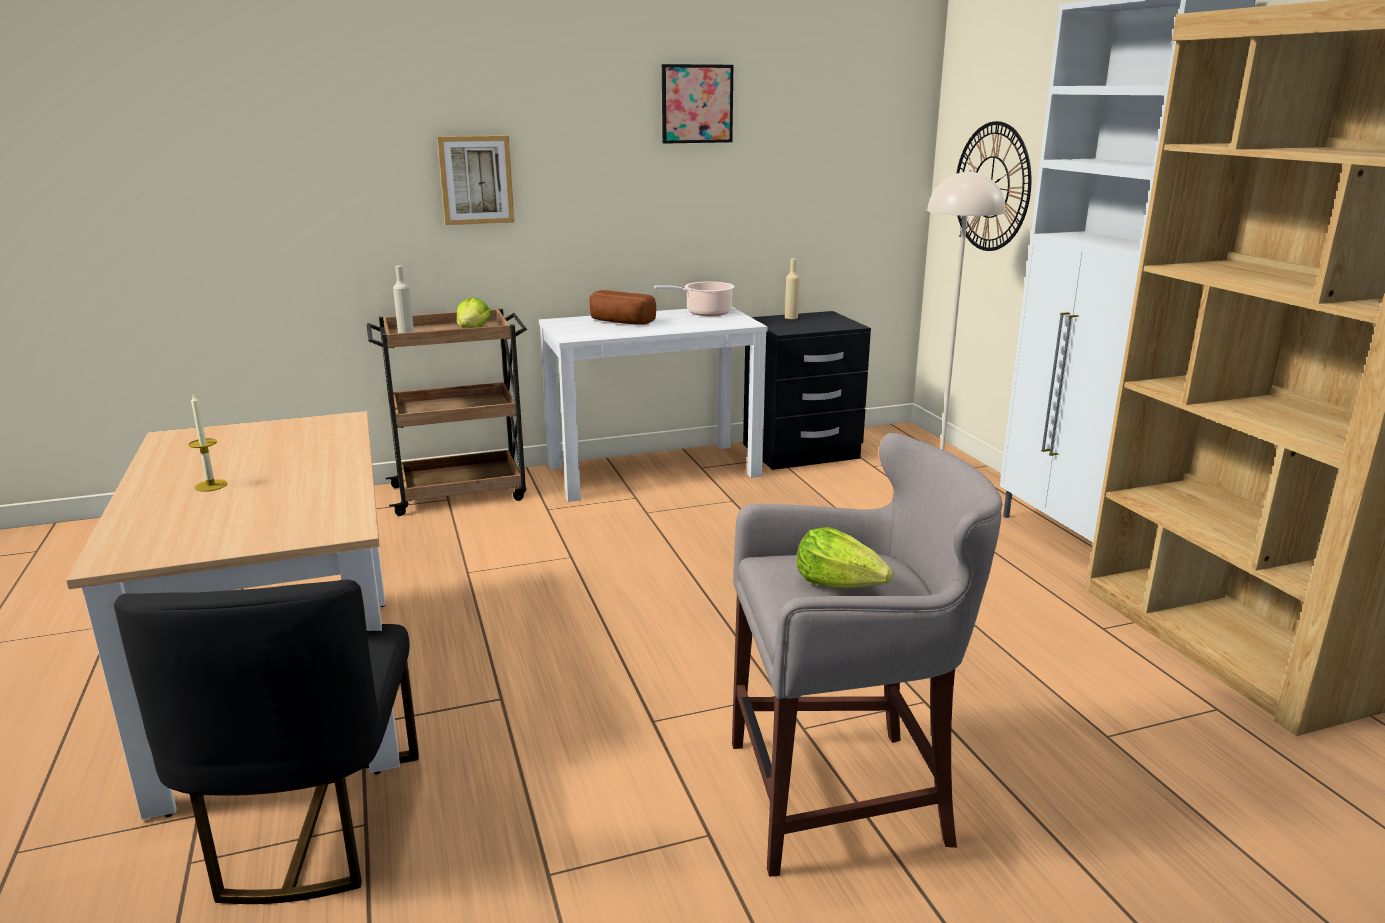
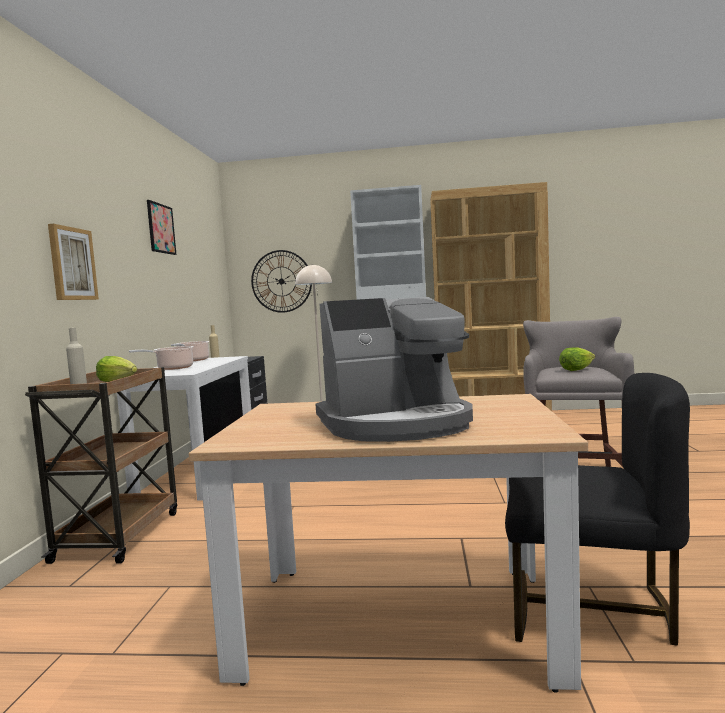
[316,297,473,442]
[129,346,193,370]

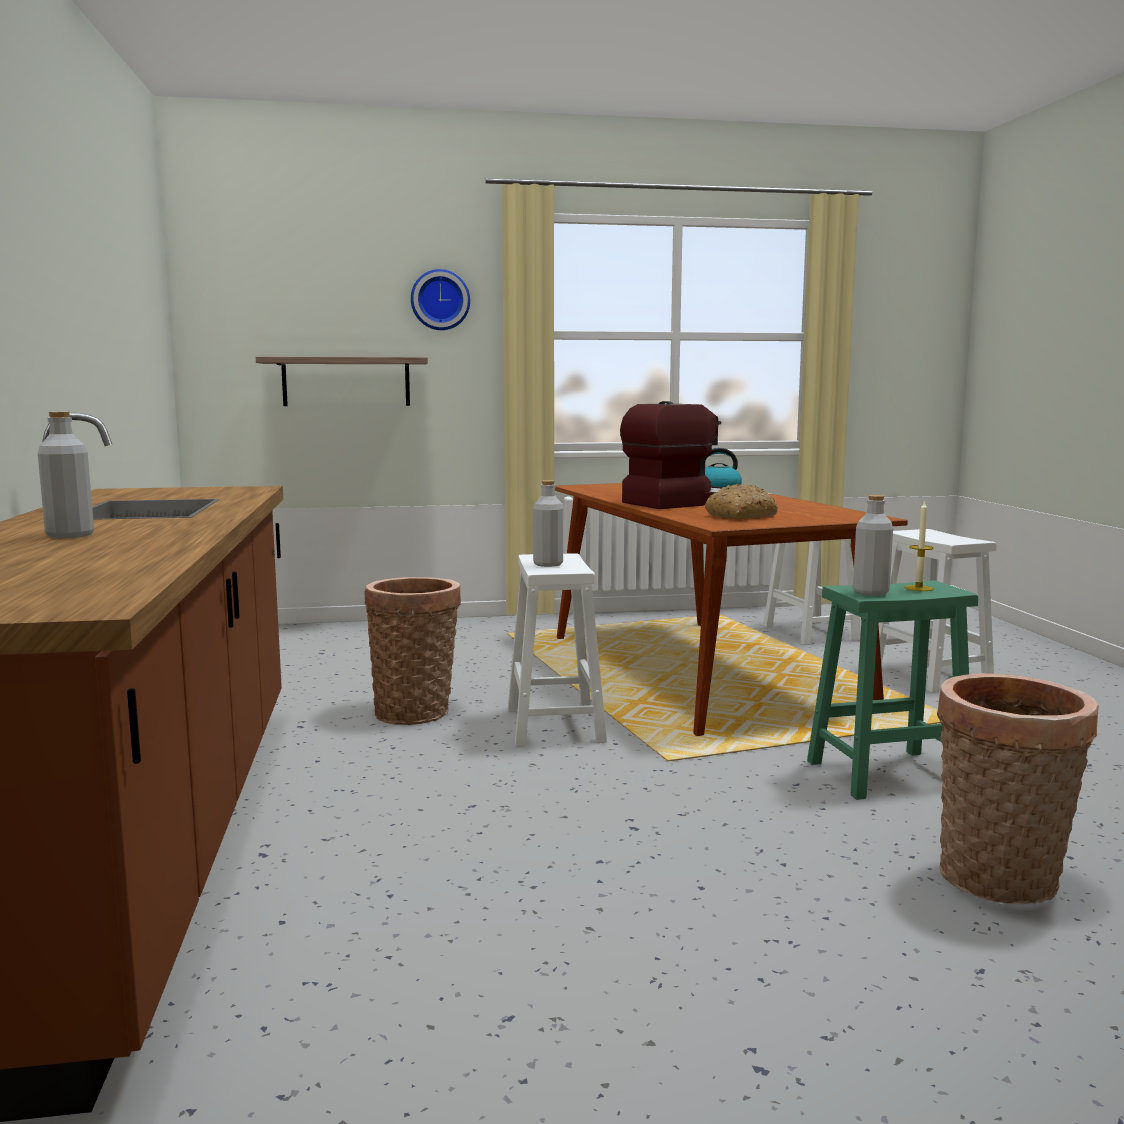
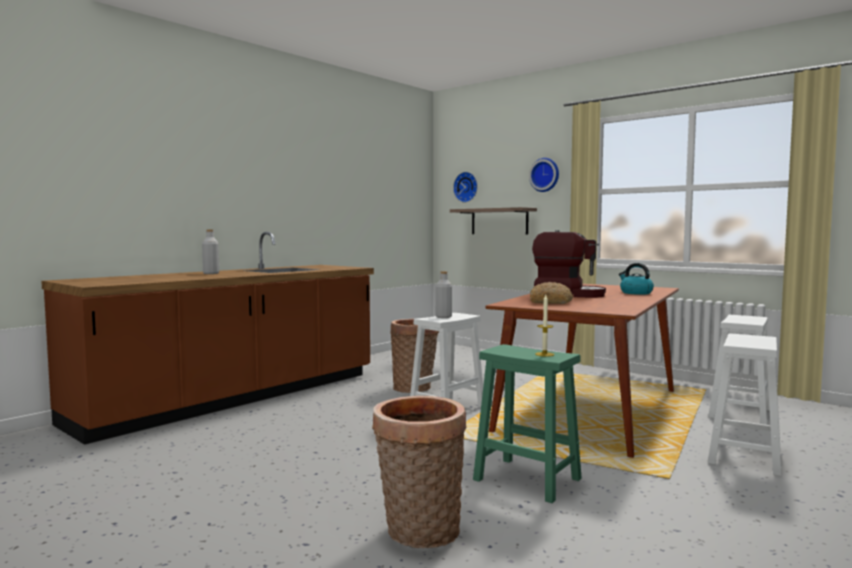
[853,495,893,596] (first image)
[453,172,478,202]

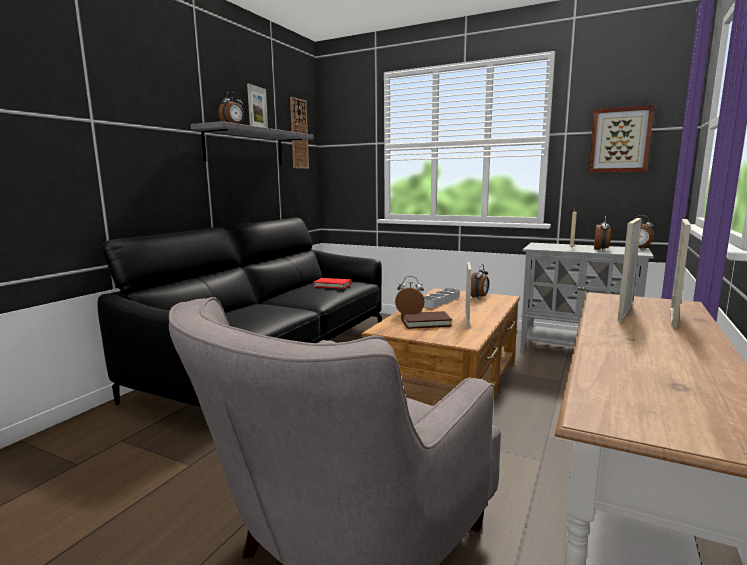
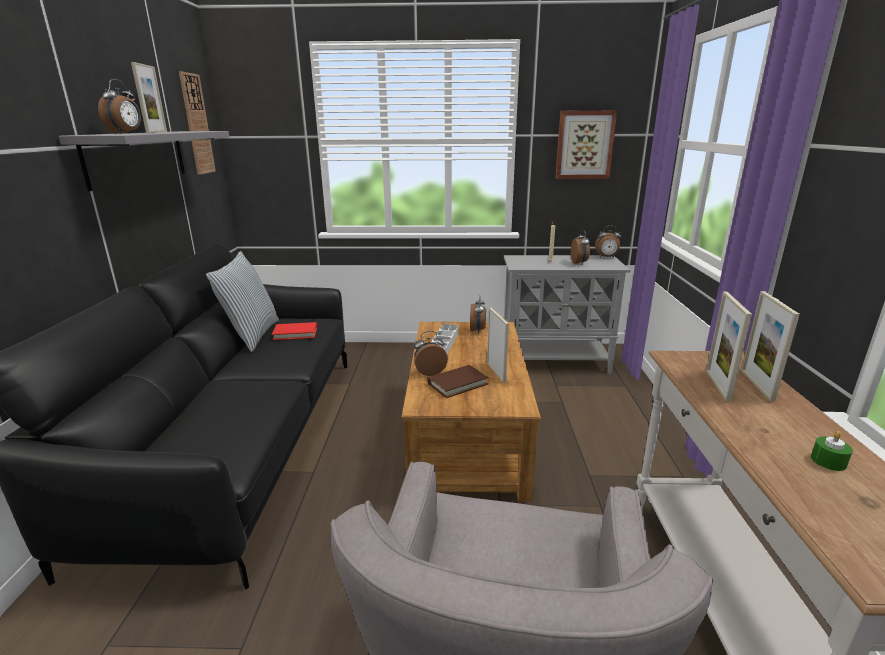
[206,251,279,352]
[811,431,853,471]

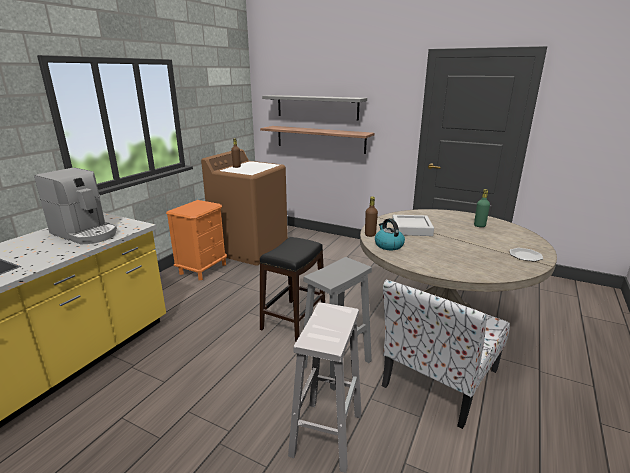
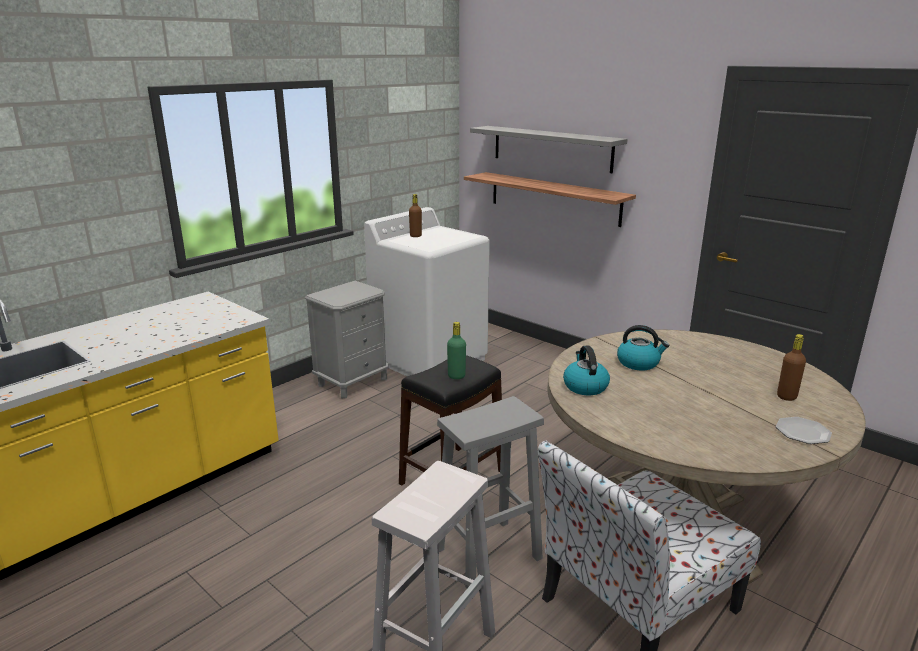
[34,168,117,244] (first image)
[305,281,389,398]
[364,207,490,376]
[777,334,806,401]
[617,325,669,370]
[447,322,466,379]

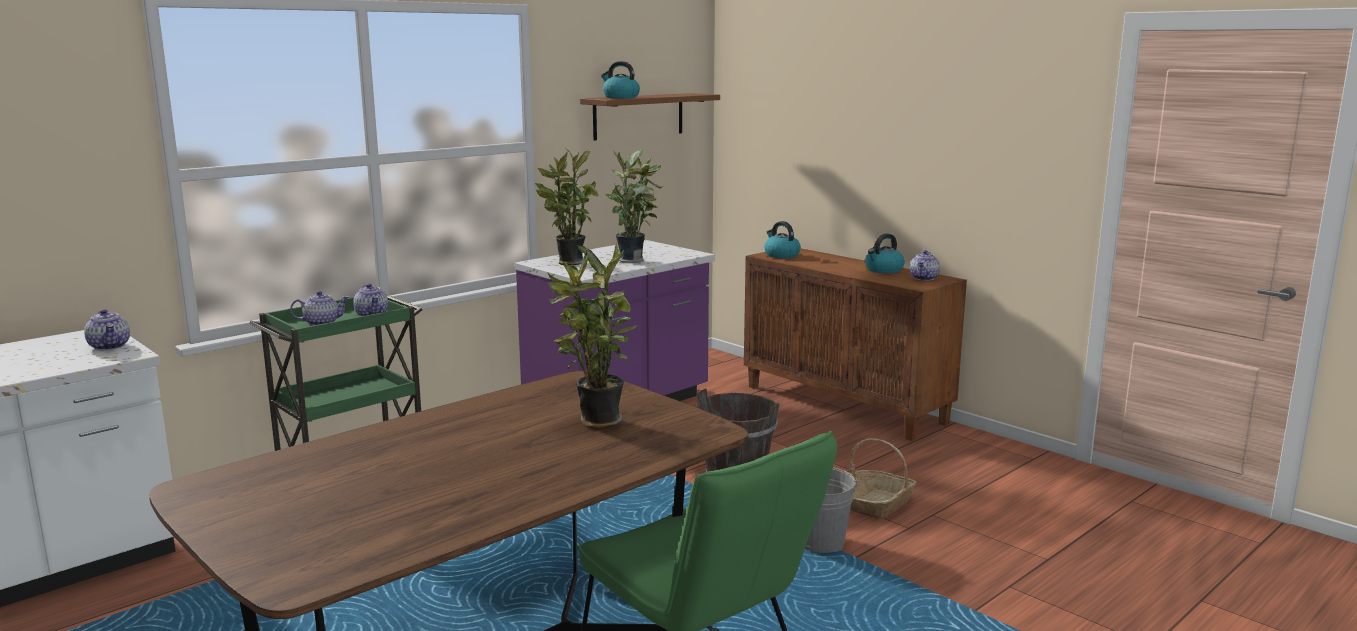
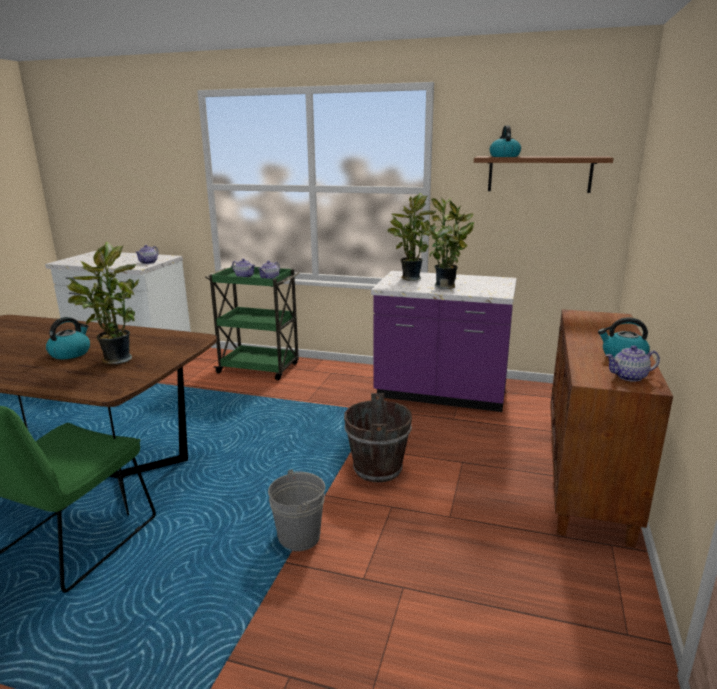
[46,317,90,359]
[849,438,916,520] (first image)

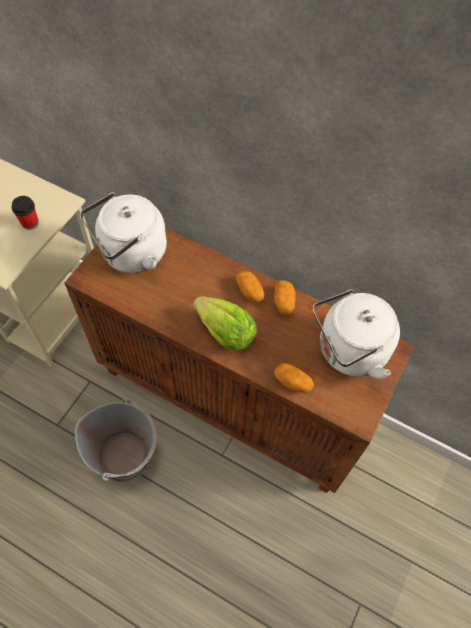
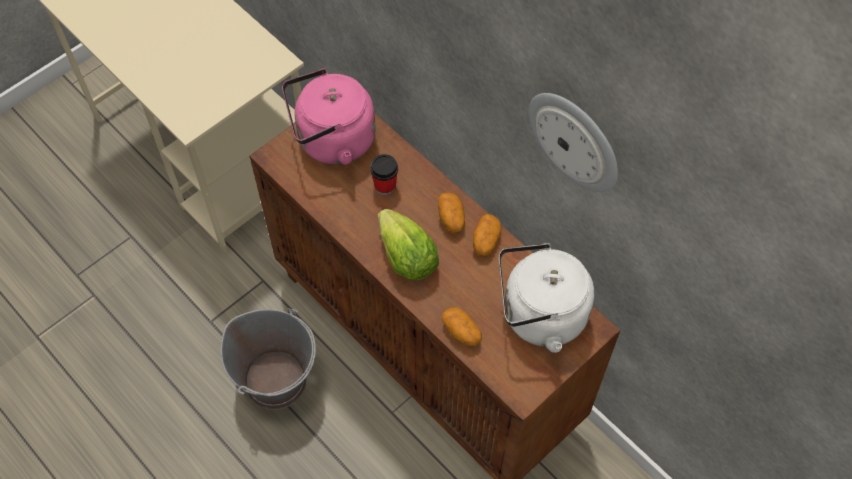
[370,154,398,195]
[282,68,376,165]
[528,93,618,192]

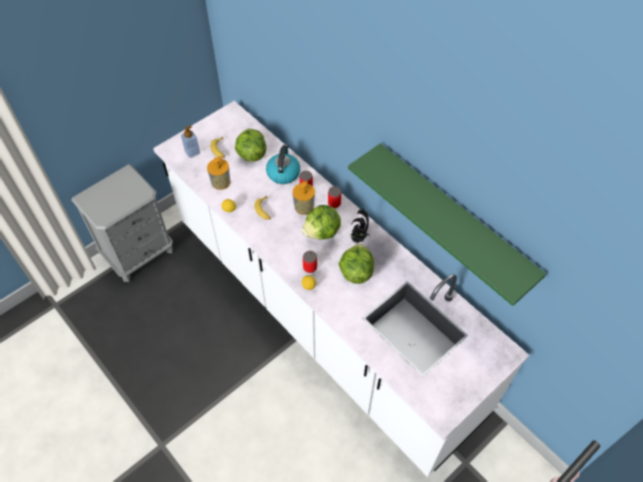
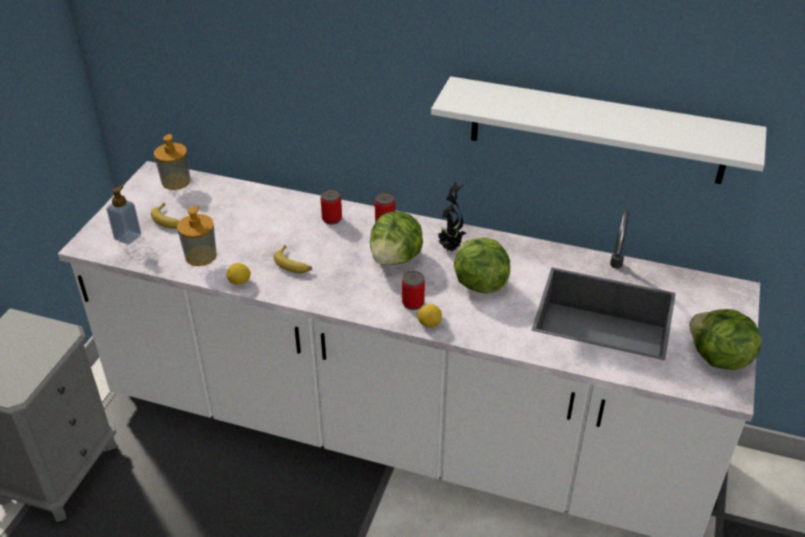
[689,309,762,370]
[266,144,300,184] (first image)
[154,134,190,190]
[431,76,767,184]

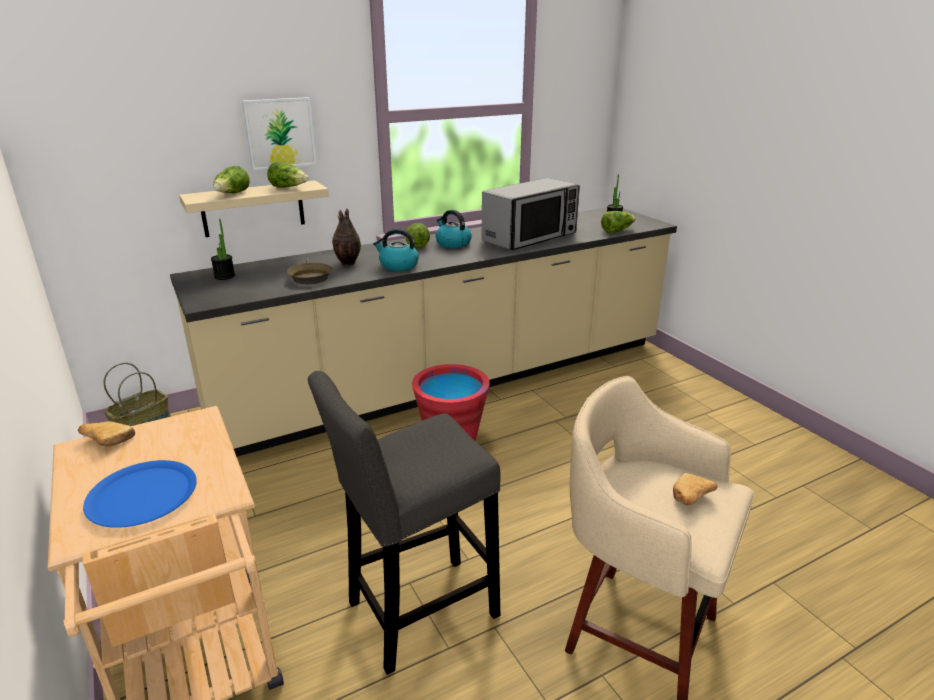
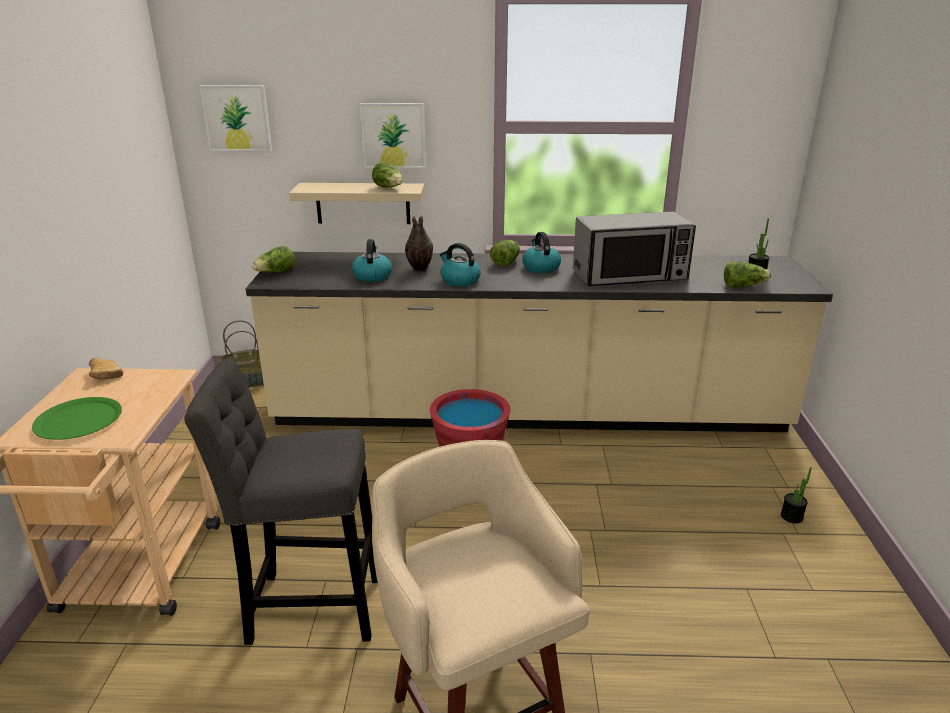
[32,397,122,440]
[781,467,812,523]
[252,246,295,272]
[352,239,392,282]
[673,473,718,505] (first image)
[199,85,272,151]

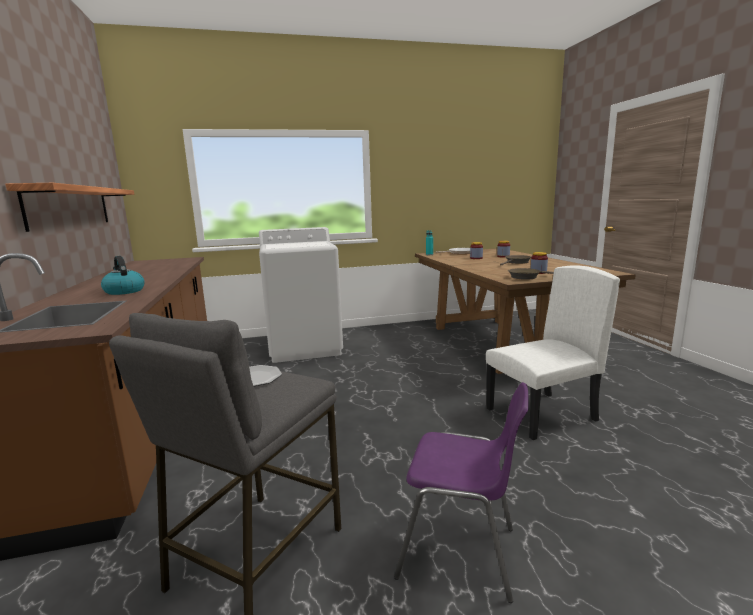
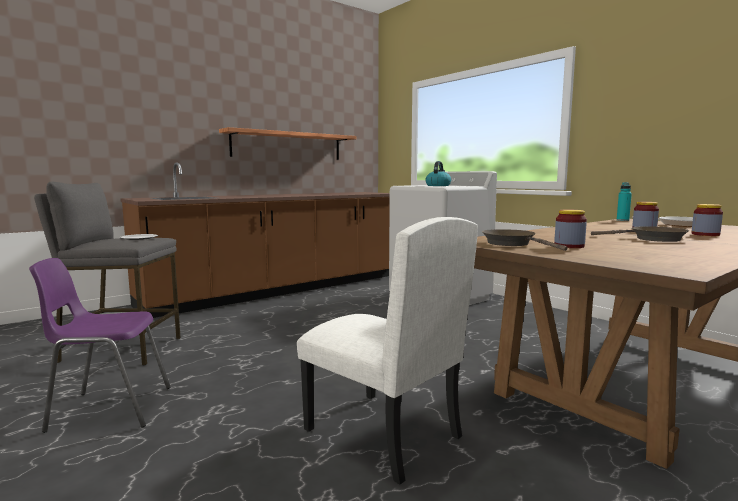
[425,161,451,186]
[29,258,171,433]

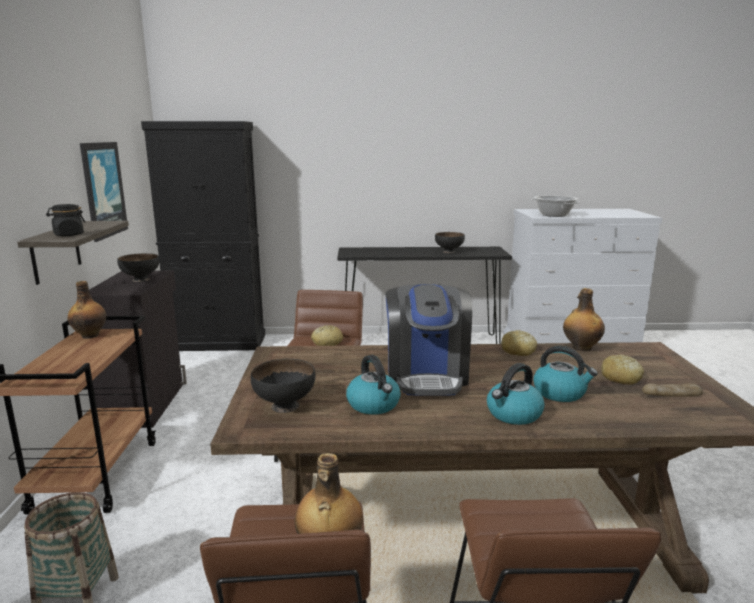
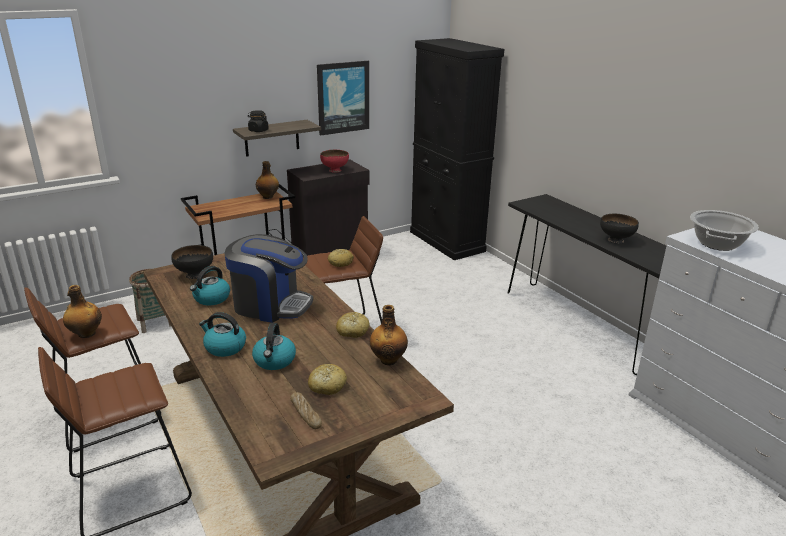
[320,150,349,173]
[225,234,313,323]

